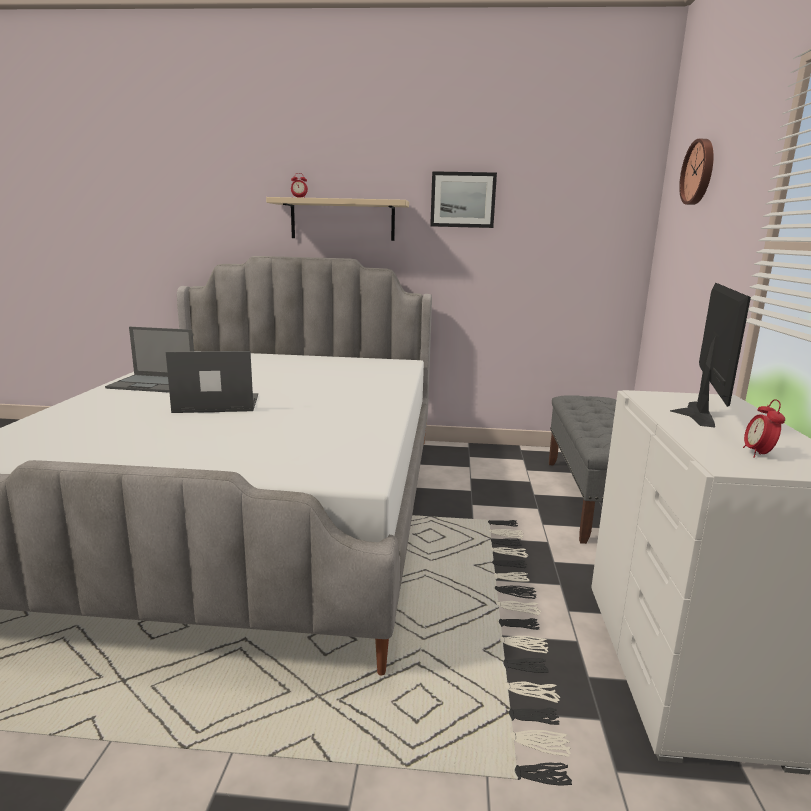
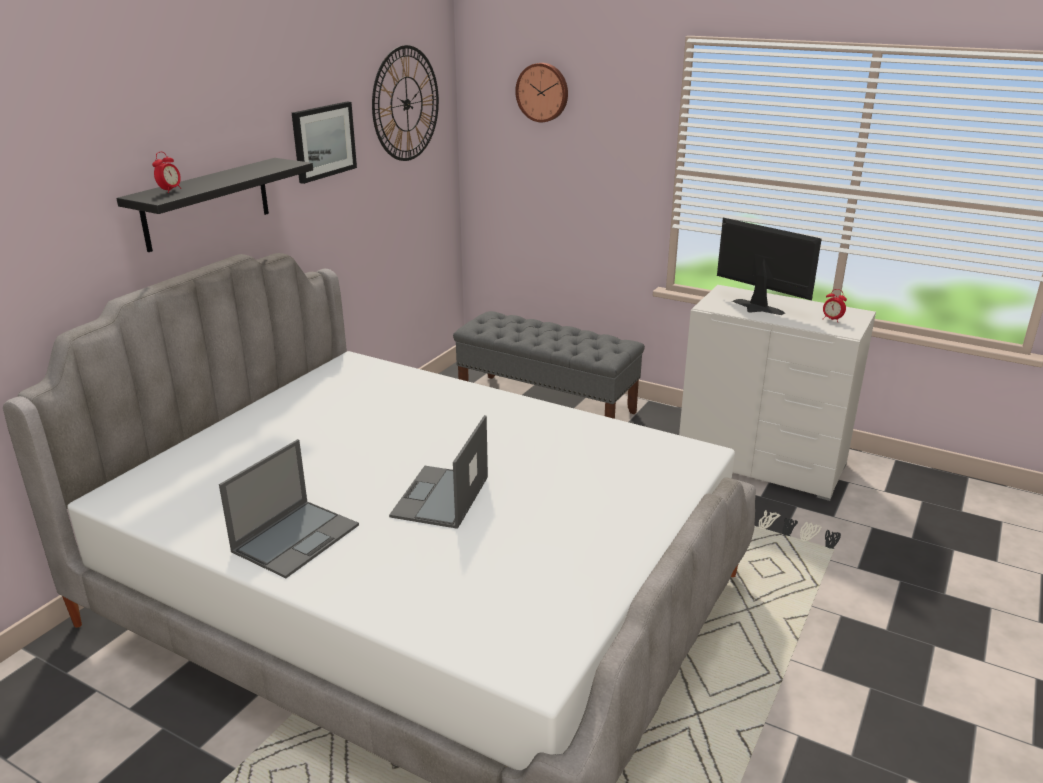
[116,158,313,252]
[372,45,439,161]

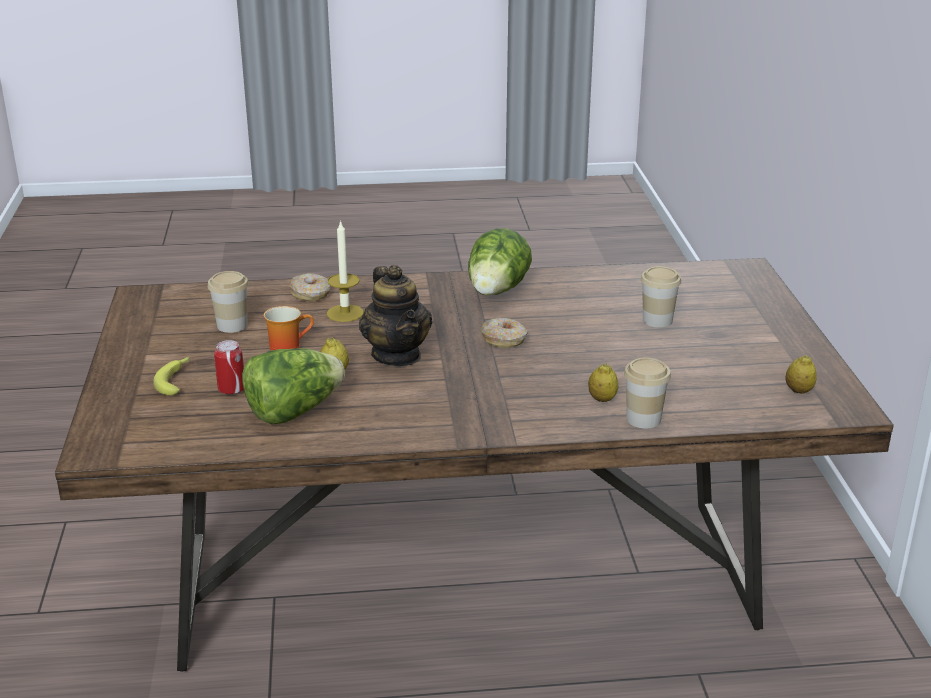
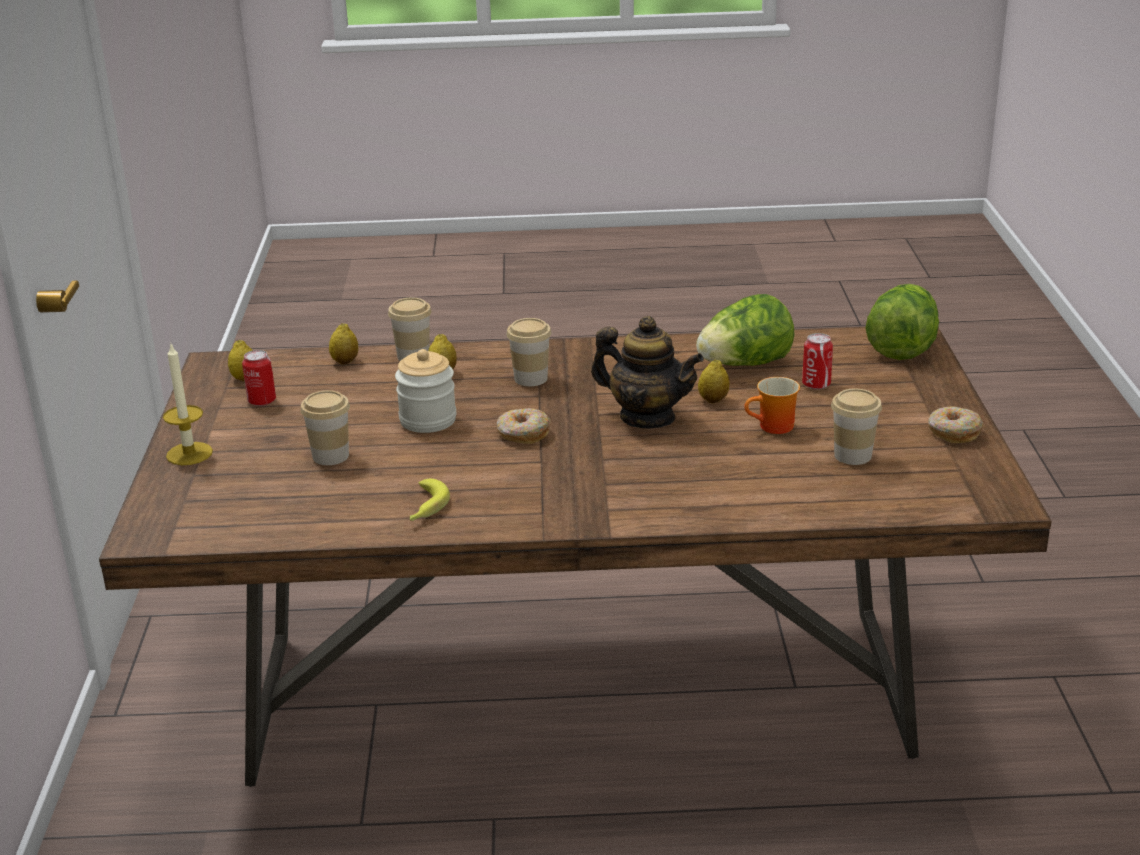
[410,479,450,521]
[928,406,983,443]
[163,342,213,465]
[591,316,704,428]
[865,284,939,360]
[242,350,276,406]
[329,323,358,365]
[395,349,456,433]
[507,318,551,386]

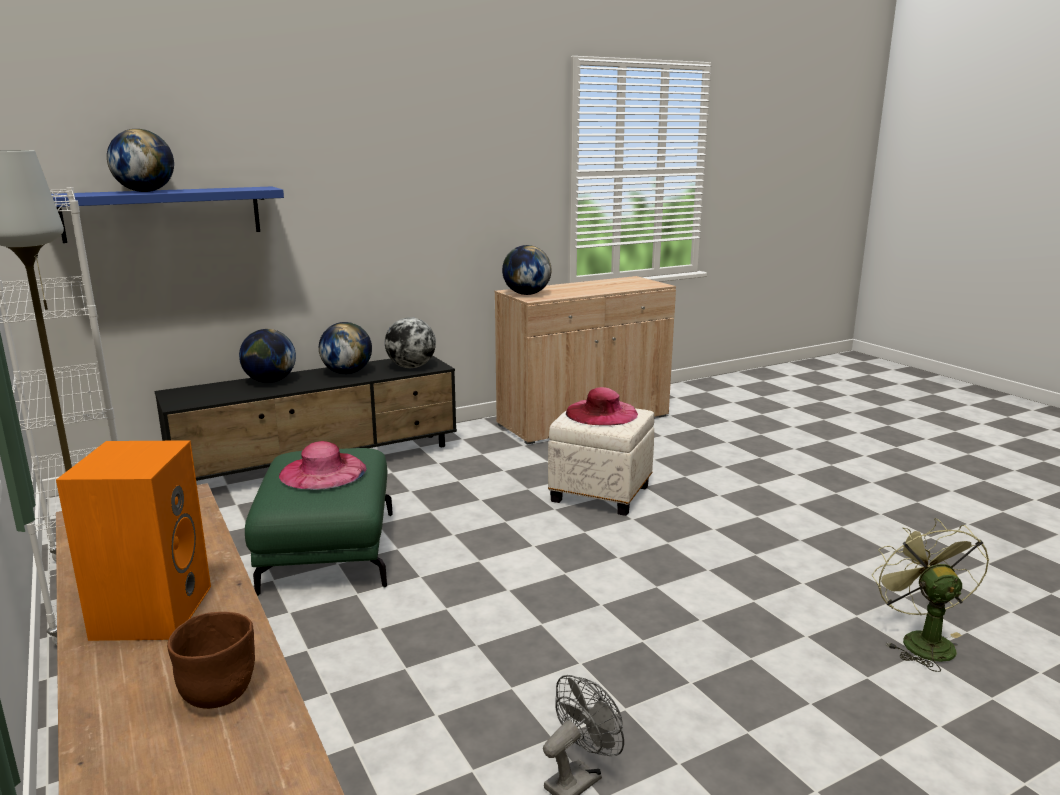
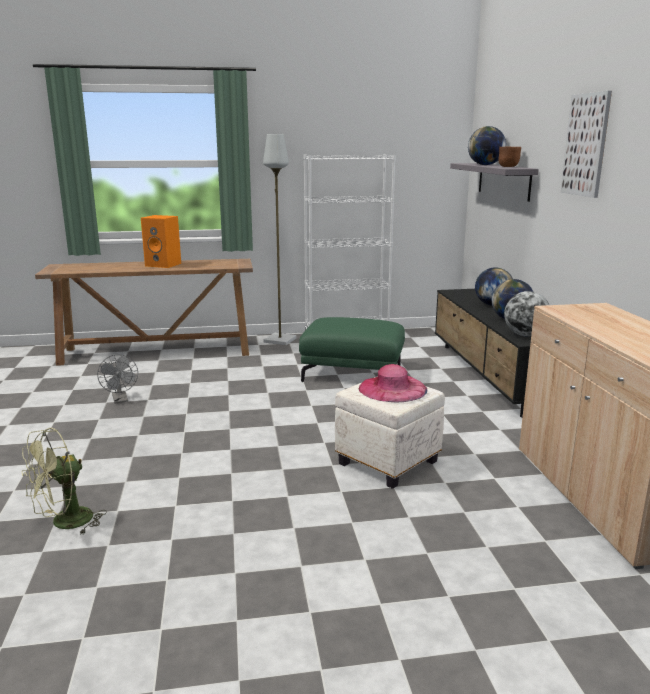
[450,163,539,202]
[498,146,521,167]
[279,441,367,490] (first image)
[502,245,552,295] (first image)
[21,428,107,535]
[560,91,612,198]

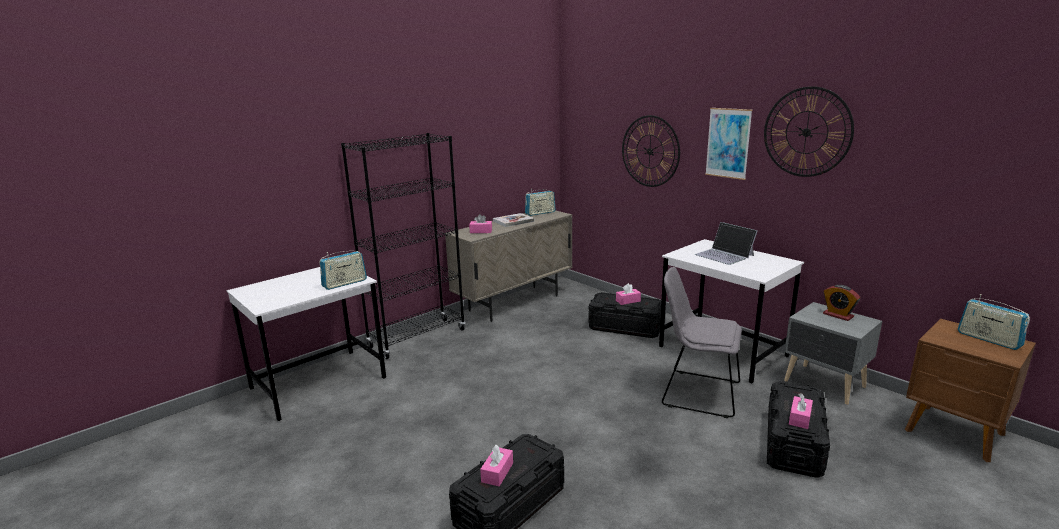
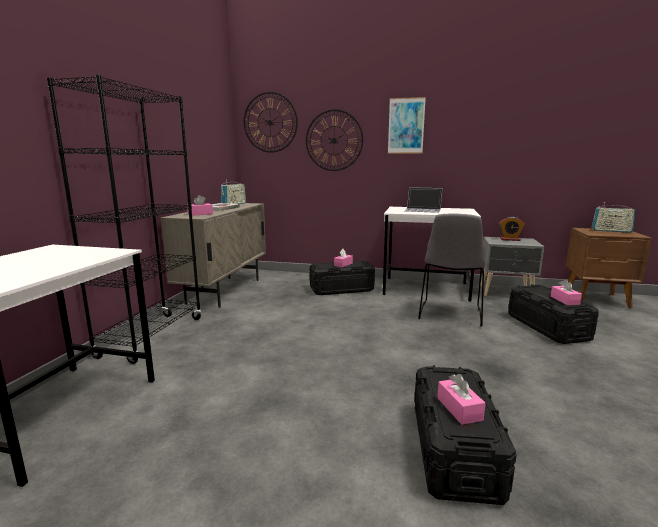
[320,251,367,290] (first image)
[418,214,485,327]
[244,92,298,153]

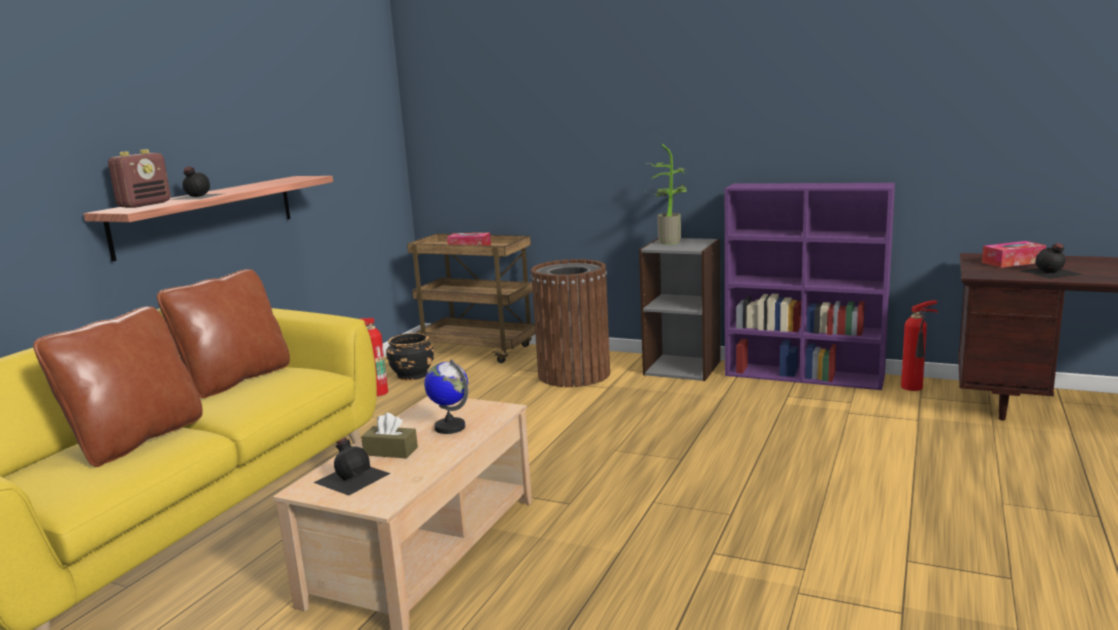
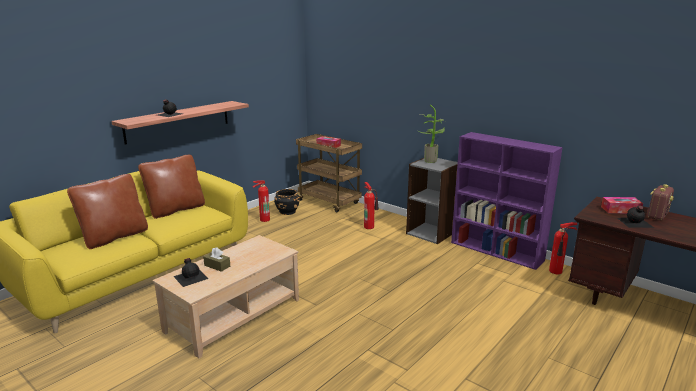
[648,184,674,220]
[424,359,468,434] (first image)
[364,182,379,229]

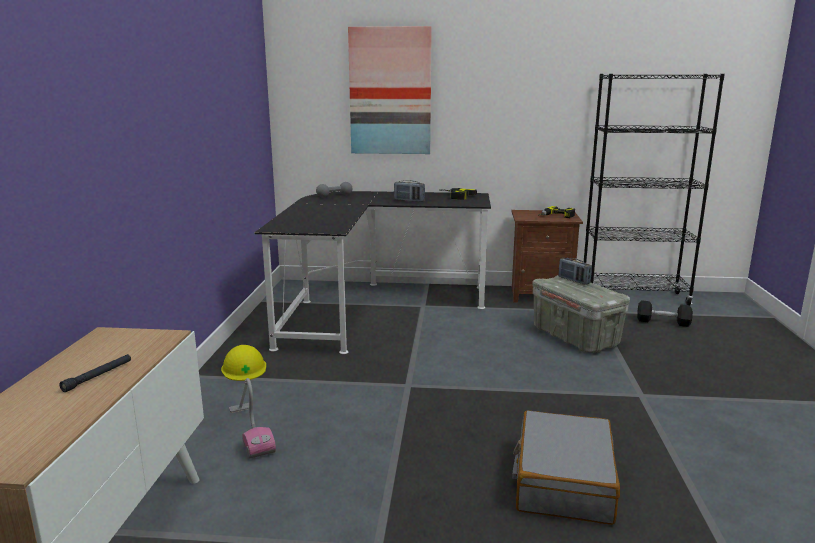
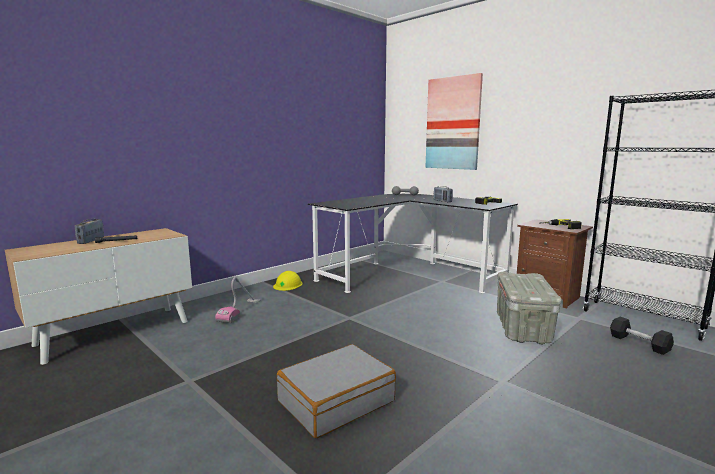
[75,219,104,244]

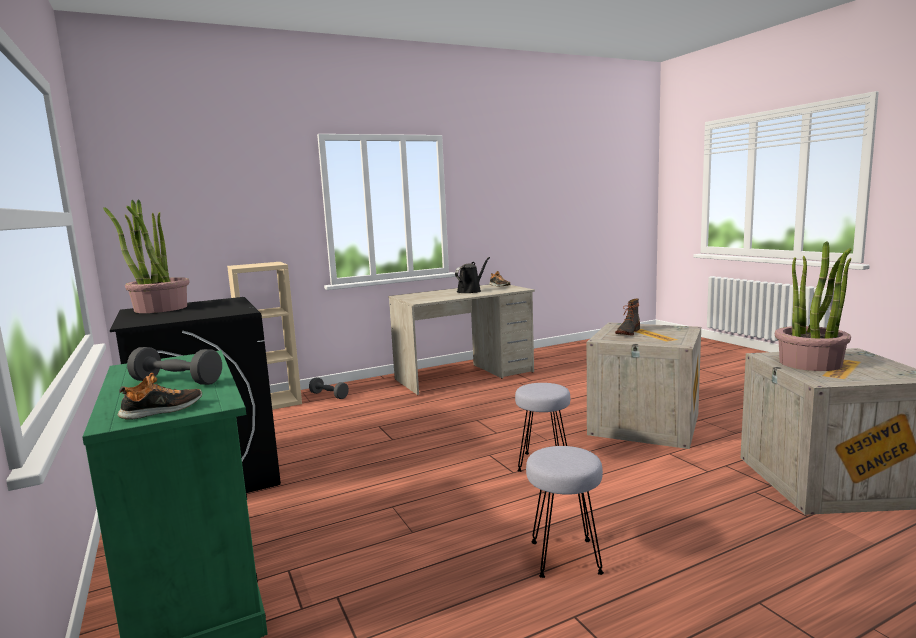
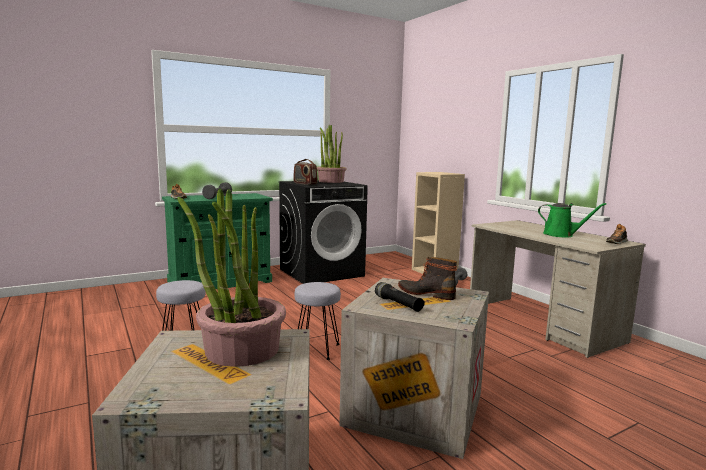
[538,203,606,237]
[293,159,318,185]
[375,282,425,312]

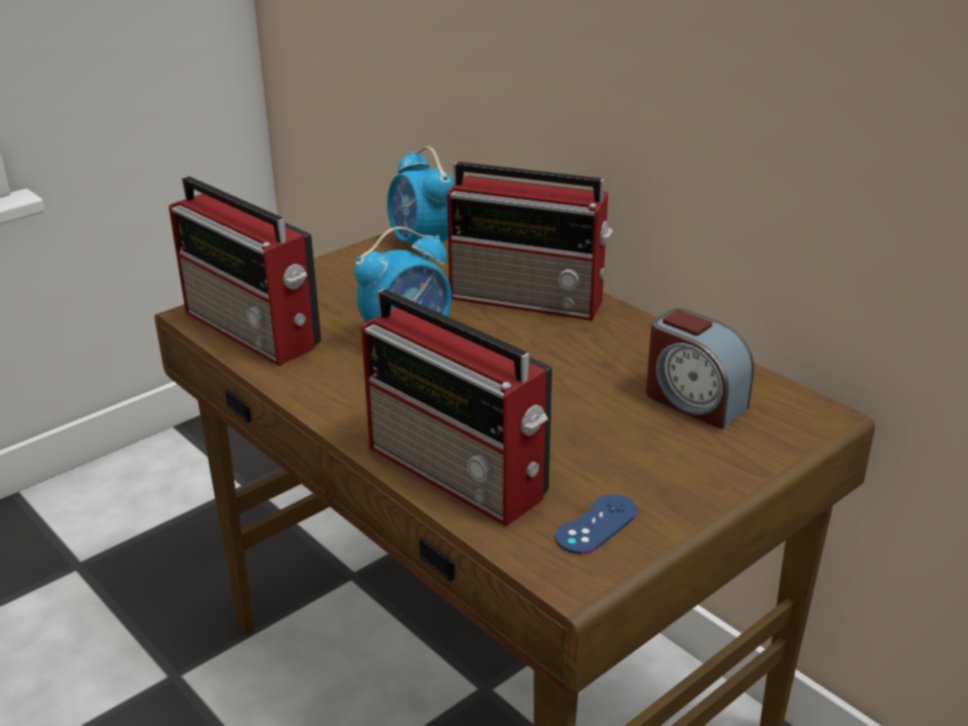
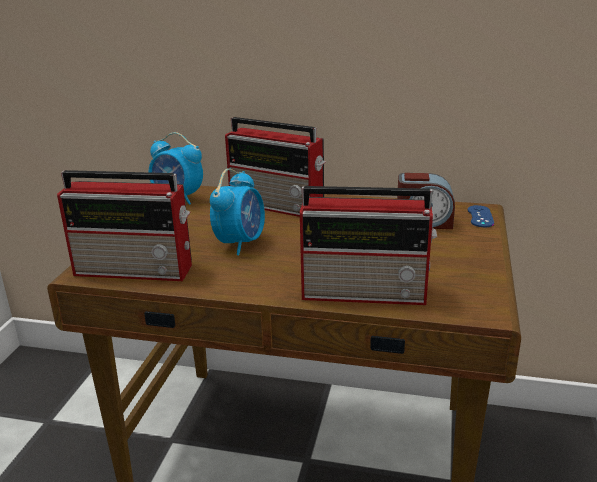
[225,117,326,217]
[468,205,494,227]

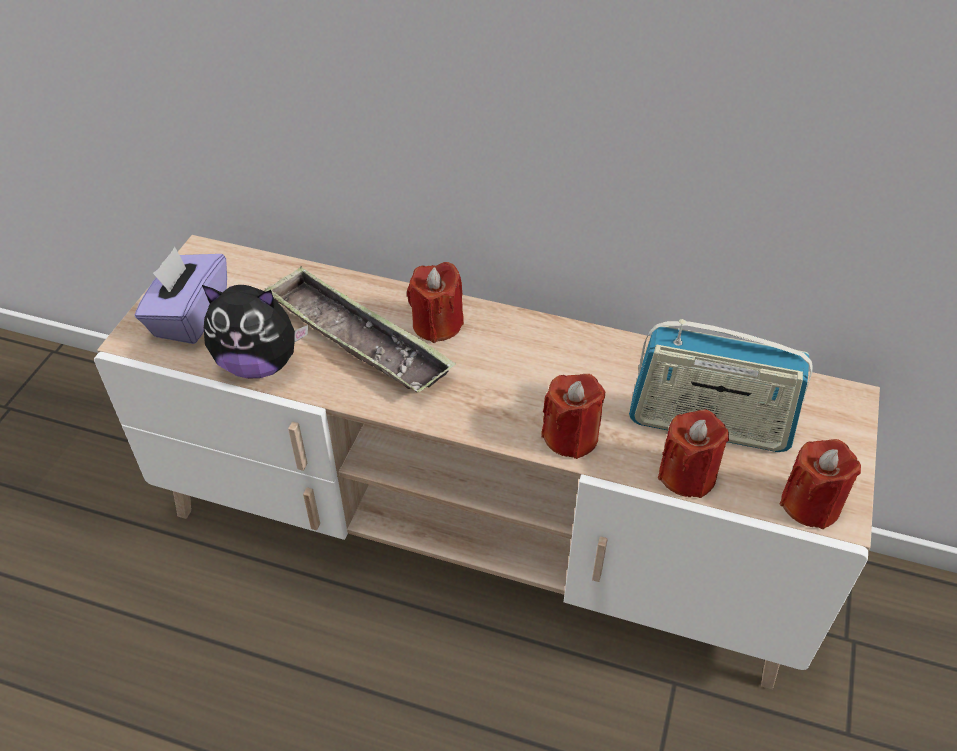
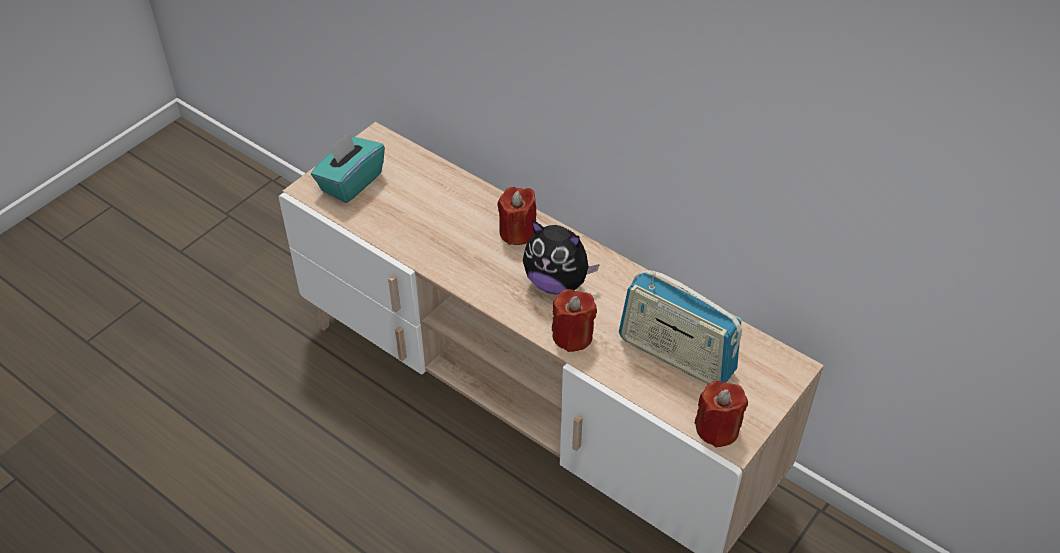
[311,132,385,203]
[523,220,600,295]
[264,266,456,392] (first image)
[658,409,729,498] (first image)

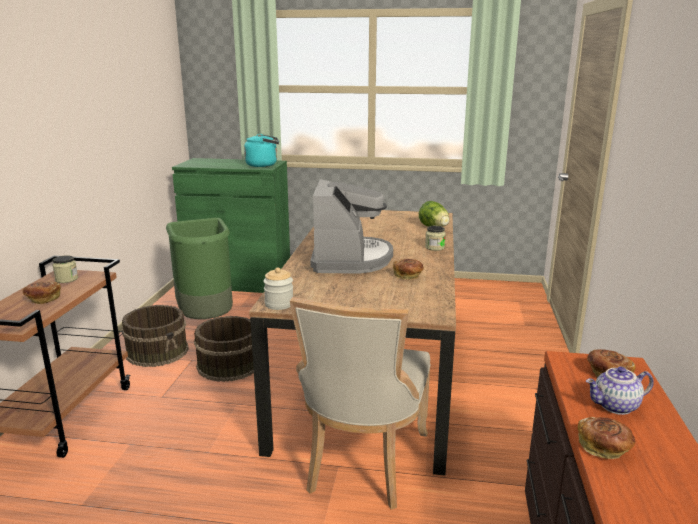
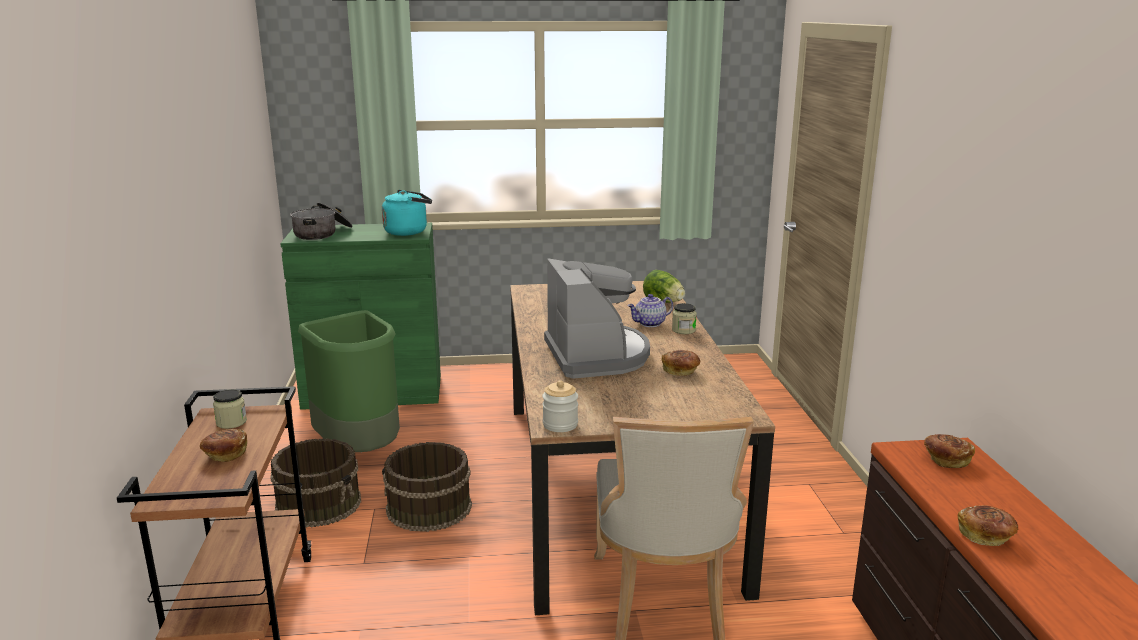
[627,294,673,327]
[290,202,353,240]

